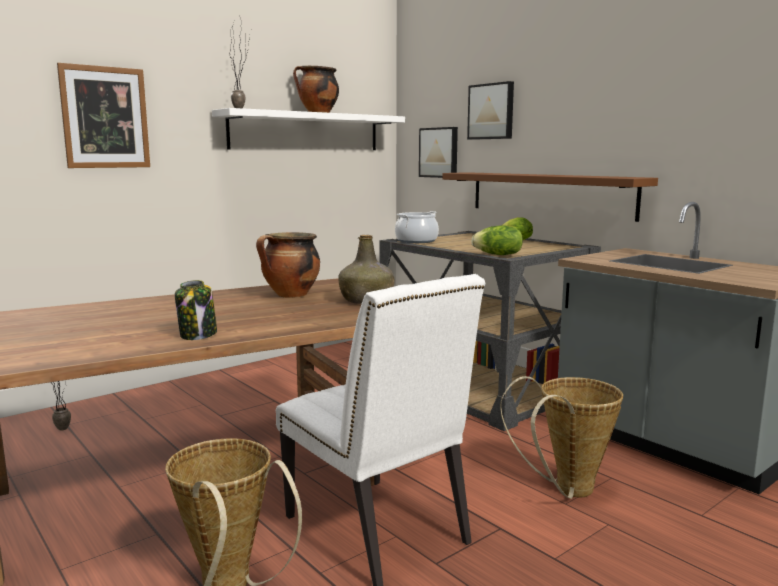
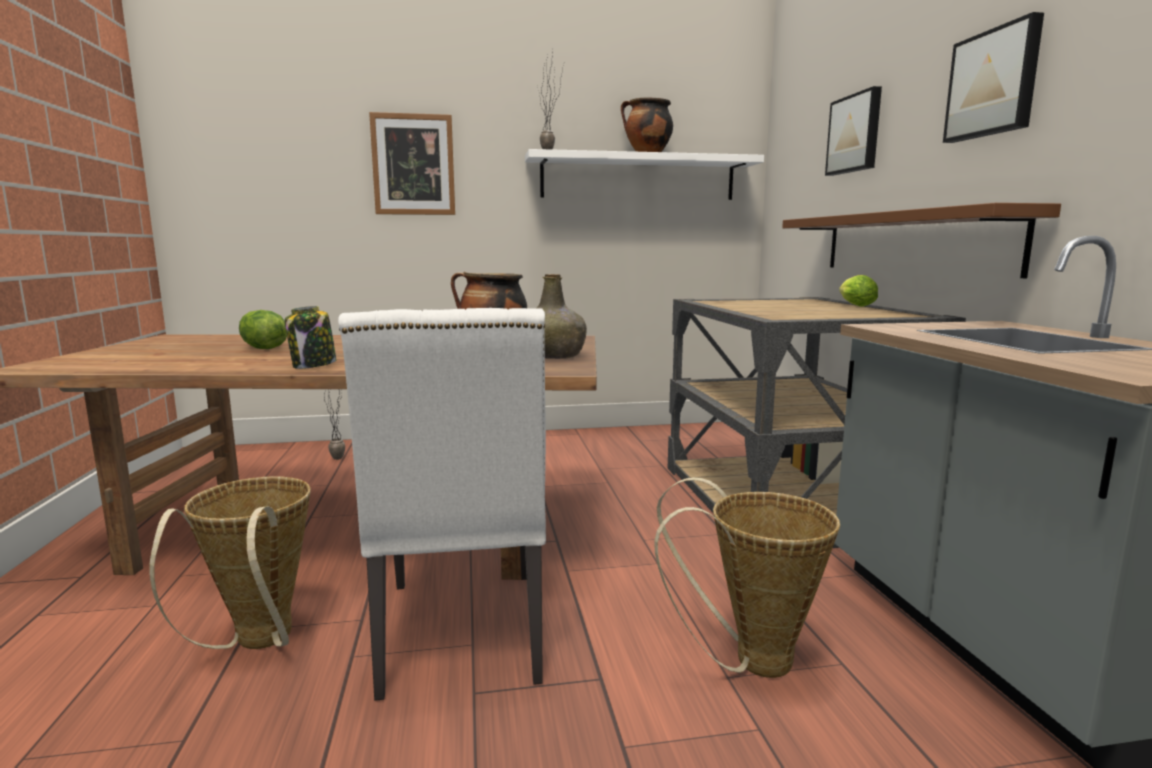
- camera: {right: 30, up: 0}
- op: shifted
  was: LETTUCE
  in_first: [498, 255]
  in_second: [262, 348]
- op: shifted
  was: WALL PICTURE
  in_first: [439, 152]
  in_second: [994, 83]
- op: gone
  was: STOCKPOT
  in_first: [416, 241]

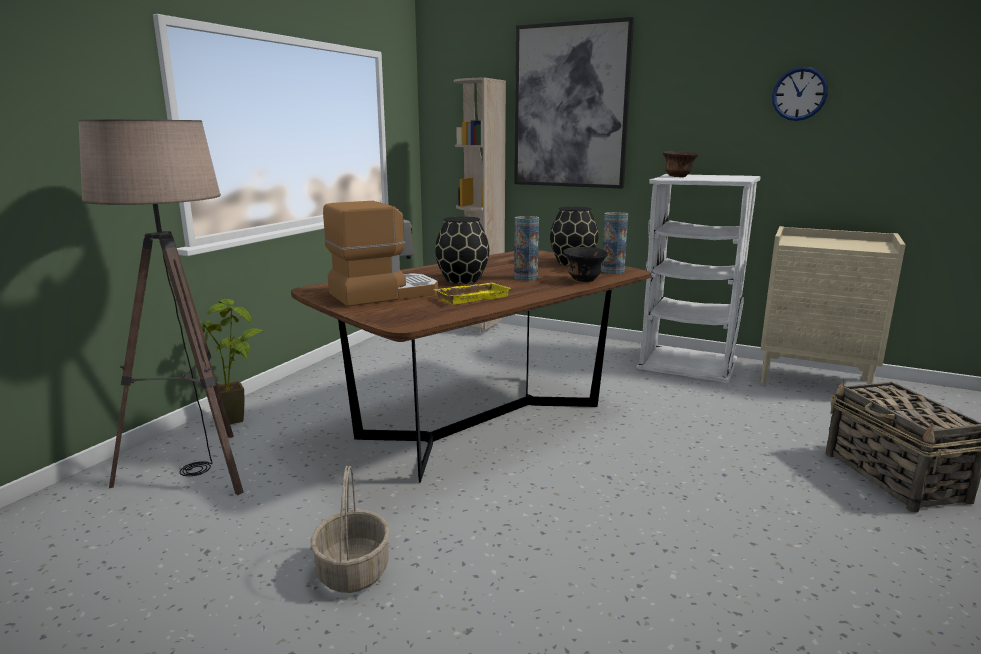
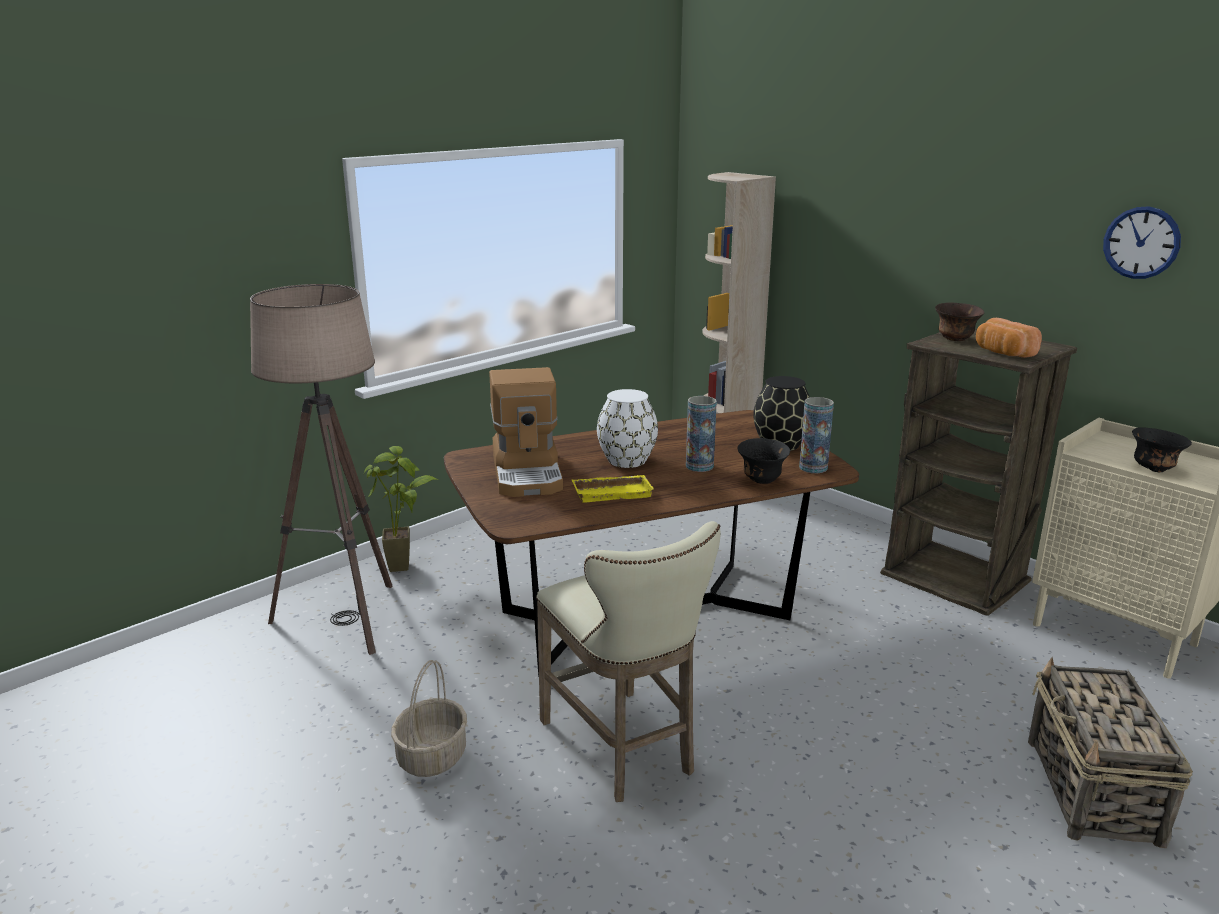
- camera: {right: 20, up: 5}
- op: rotated
  was: COFFEE BREWER
  in_first: [383, 293]
  in_second: [528, 473]
  clockwise: 90
- op: new
  now: SAND-COLOURED STOOL
  in_second: [622, 750]
- op: repainted
  was: BLACK FLOWER VASE
  now: WHITE-COLOURED FLOWER VASE
  in_first: [461, 280]
  in_second: [626, 460]
- op: repainted
  was: WHITE-COLOURED BOOKSHELF
  now: BROWNISH BOOKSHELF
  in_first: [688, 364]
  in_second: [956, 577]
- op: new
  now: BREAD
  in_second: [1002, 353]
- op: new
  now: BLACK BOWL
  in_second: [1153, 469]
- op: gone
  was: WALL PICTURE
  in_first: [571, 106]

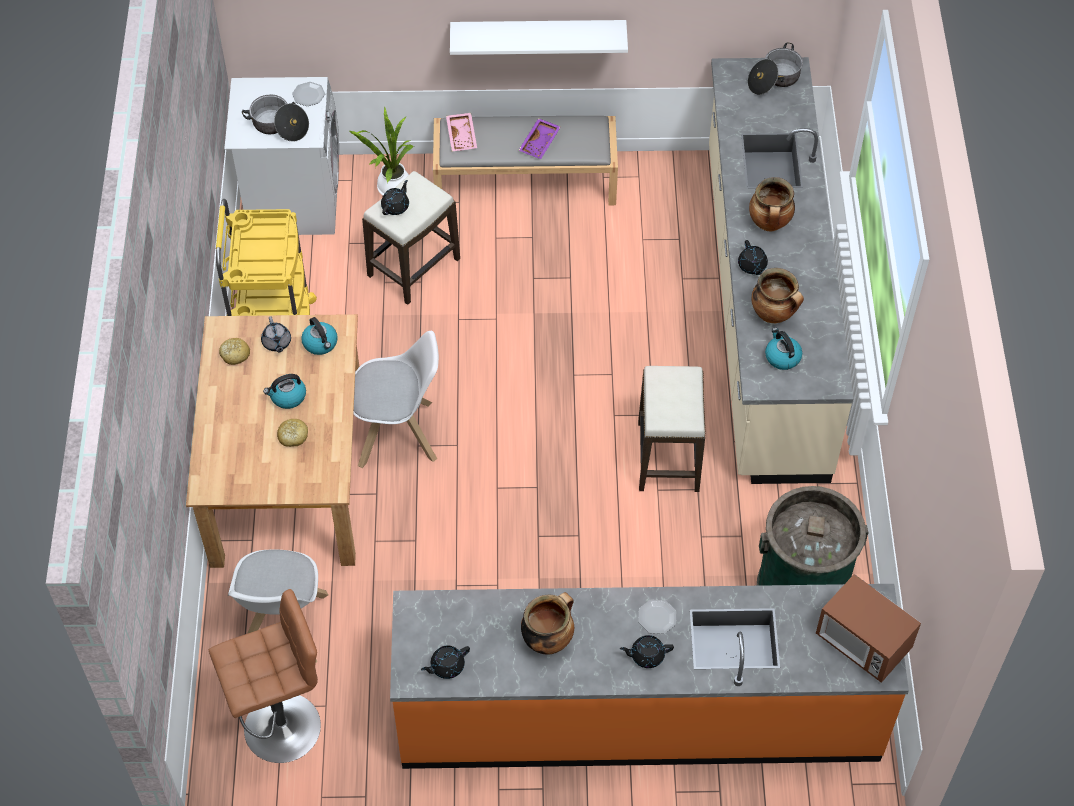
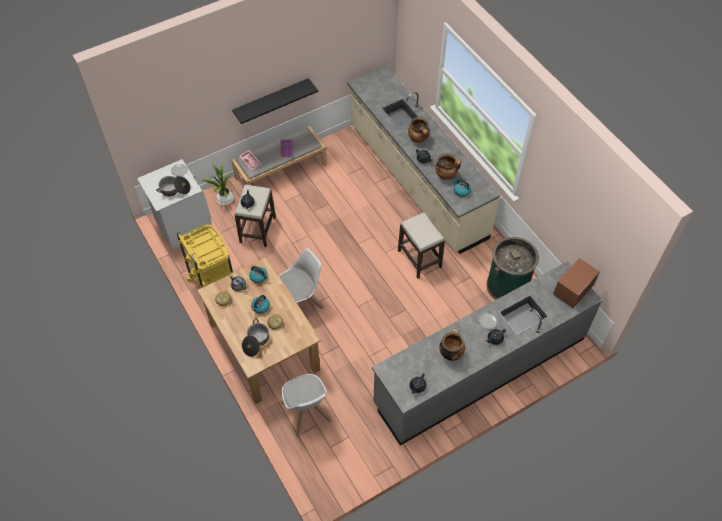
- camera: {right: -30, up: 0}
- op: repainted
  was: WHITE-COLOURED SHELF
  now: BLACK SHELF
  in_first: [538, 34]
  in_second: [271, 100]
- op: shifted
  was: STOCKPOT
  in_first: [774, 79]
  in_second: [256, 342]
- op: repainted
  was: ORANGE KITCHEN BASE UNIT
  now: GREY KITCHEN BASE UNIT
  in_first: [639, 714]
  in_second: [480, 370]
- op: rotated
  was: MICROWAVE OVEN
  in_first: [862, 643]
  in_second: [572, 290]
  clockwise: 120
- op: gone
  was: BROWNISH STOOL
  in_first: [283, 728]

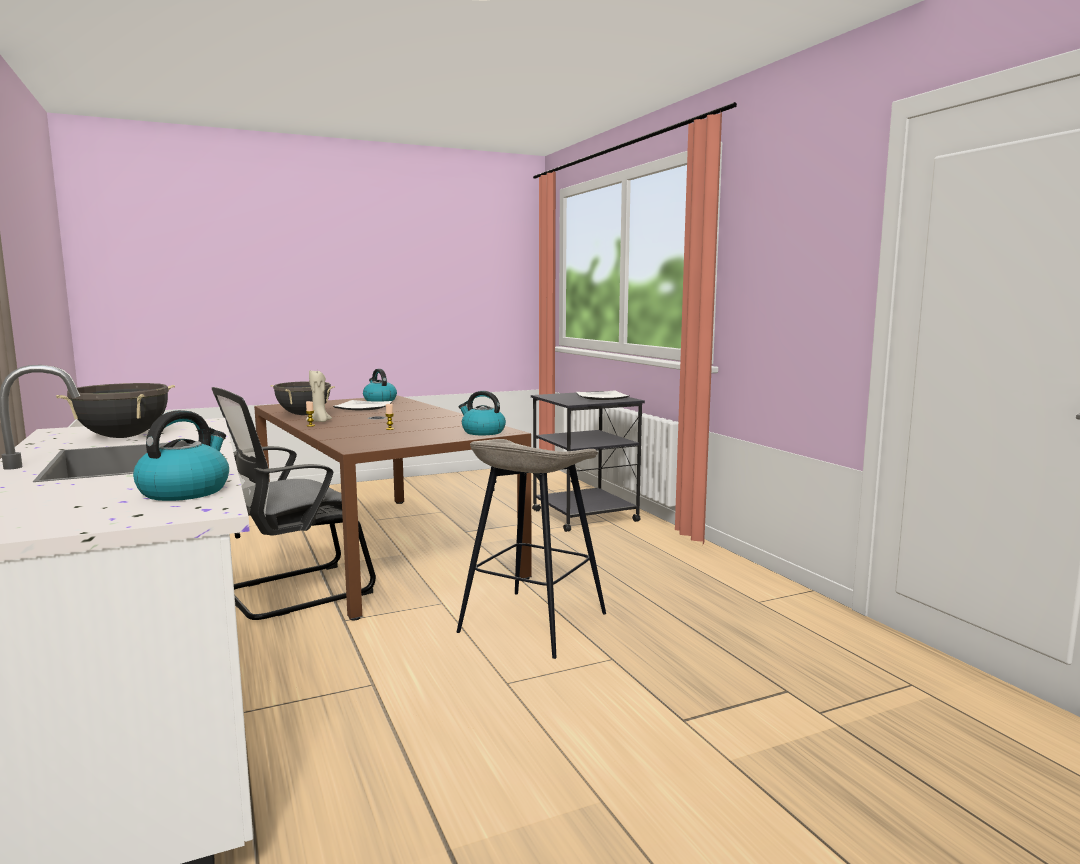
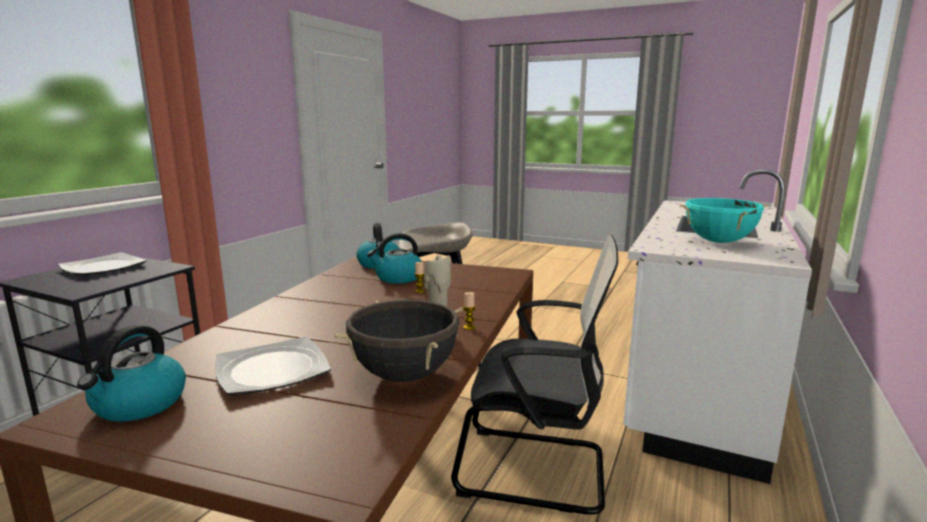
- camera: {right: -130, up: 5}
- op: shifted
  was: WATER KETTLE
  in_first: [185, 491]
  in_second: [398, 278]
- op: repainted
  was: BLACK STOCKPOT
  now: TURQUOISE-COLOURED STOCKPOT
  in_first: [123, 437]
  in_second: [718, 242]

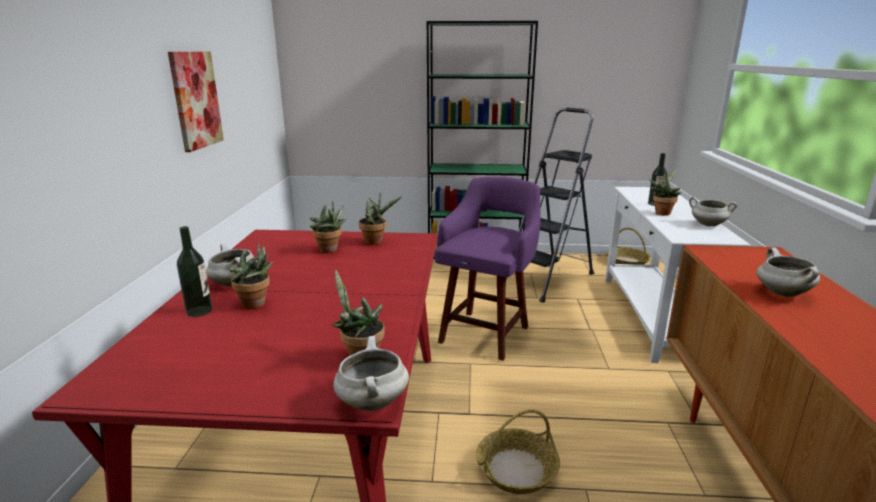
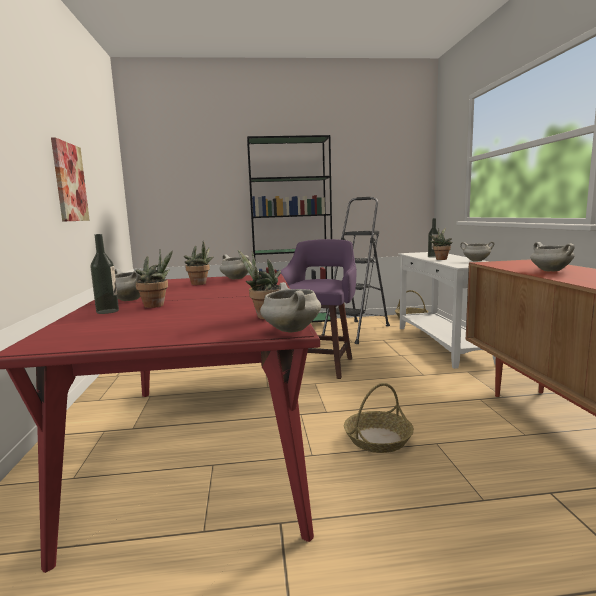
- camera: {right: -10, up: -10}
- op: swapped
  was: PLANT IN A POT
  now: WHITE-COLOURED STOCKPOT
  in_first: [376, 242]
  in_second: [235, 279]

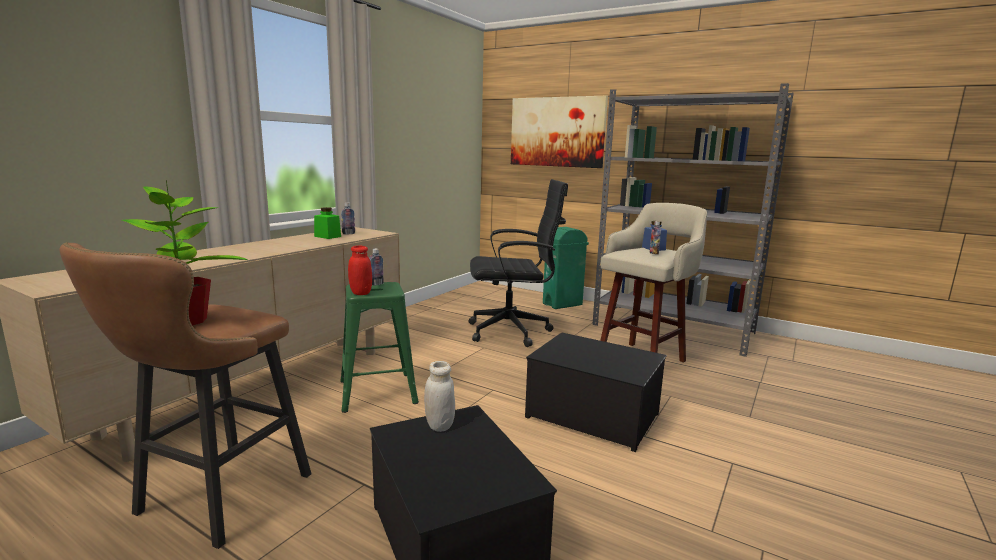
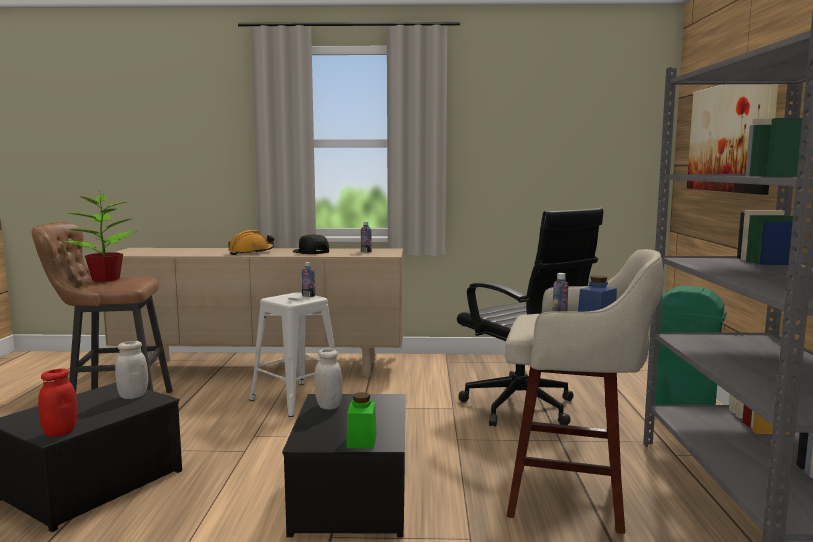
- camera: {right: 60, up: -5}
- op: shifted
  was: RED-COLOURED PRESERVE JAR
  in_first: [360, 293]
  in_second: [60, 432]
- op: new
  now: ORANGE HARD HAT
  in_second: [251, 252]
- op: repainted
  was: GREENISH STOOL
  now: WHITE-COLOURED STOOL
  in_first: [378, 392]
  in_second: [297, 399]
- op: new
  now: BLACK CAP
  in_second: [310, 252]
- op: new
  now: WHITE-COLOURED PRESERVE JAR
  in_second: [328, 406]
- op: shifted
  was: GREENISH PRESERVE JAR
  in_first: [327, 236]
  in_second: [361, 441]

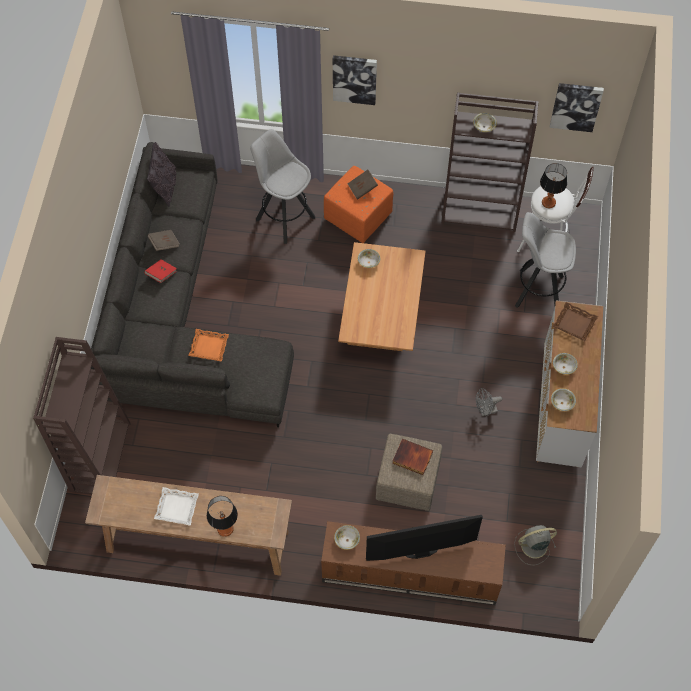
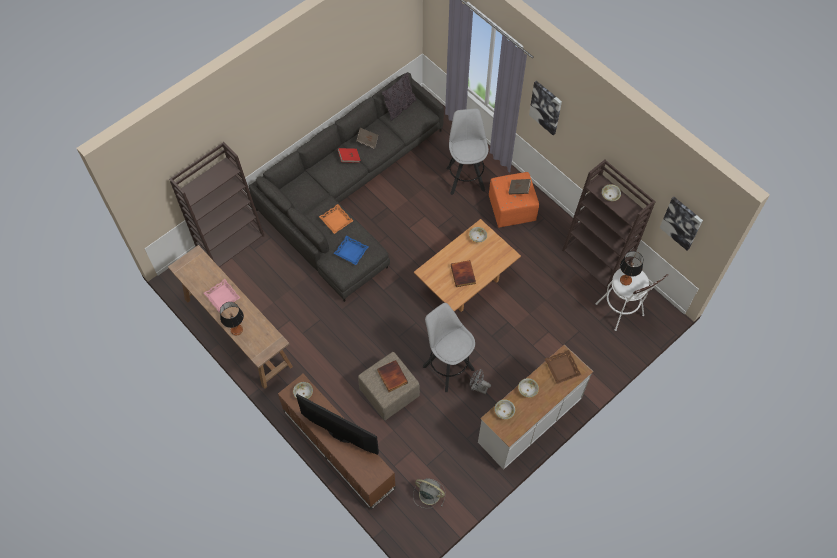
- camera: {right: 40, up: 0}
- op: repainted
  was: WHITE-COLOURED CARRYING TRAY
  now: PINK-COLOURED CARRYING TRAY
  in_first: [176, 508]
  in_second: [222, 297]
- op: new
  now: BLUE-COLOURED CARRYING TRAY
  in_second: [351, 252]
- op: shifted
  was: GREY STOOL
  in_first: [537, 290]
  in_second: [447, 366]
- op: new
  now: BOUND BOOK
  in_second: [463, 274]

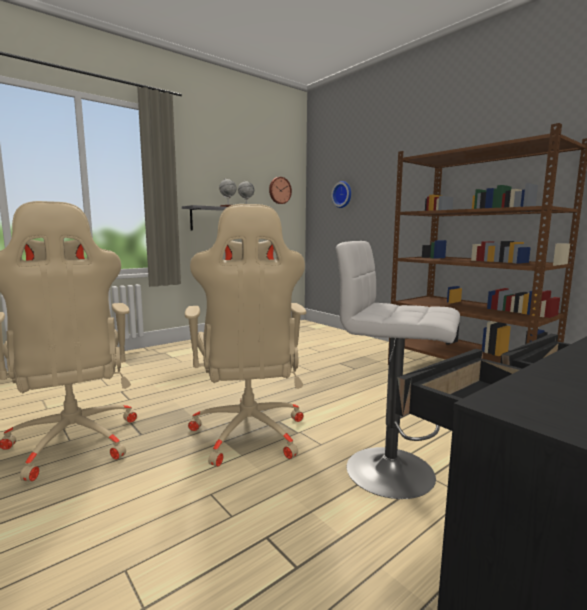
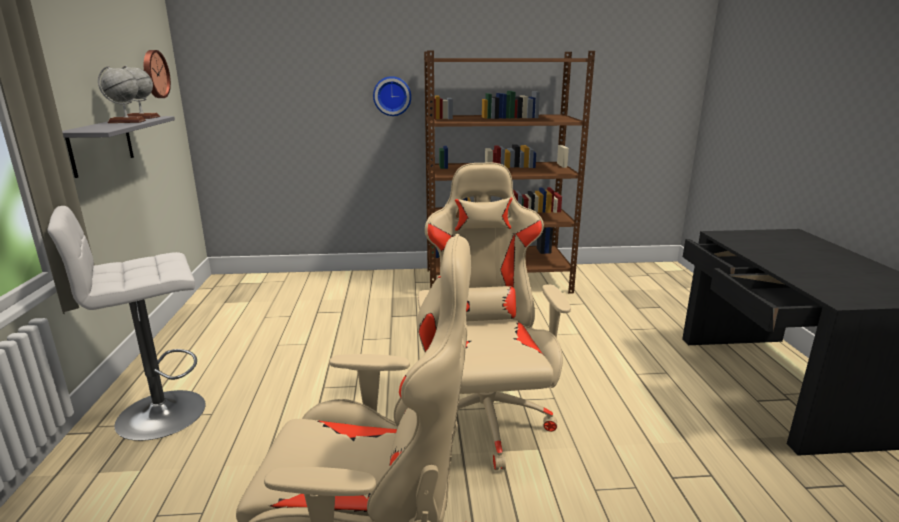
- camera: {right: -55, up: 10}
- op: shifted
  was: WHITE-COLOURED STOOL
  in_first: [389, 470]
  in_second: [160, 414]
- op: shifted
  was: WALL CLOCK
  in_first: [343, 194]
  in_second: [392, 96]
- op: rotated
  was: SAND-COLOURED COMPUTER CHAIR
  in_first: [248, 428]
  in_second: [487, 426]
  clockwise: -120

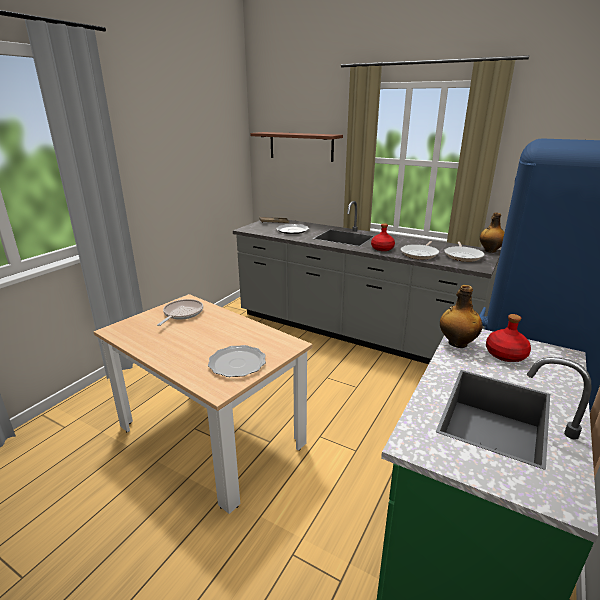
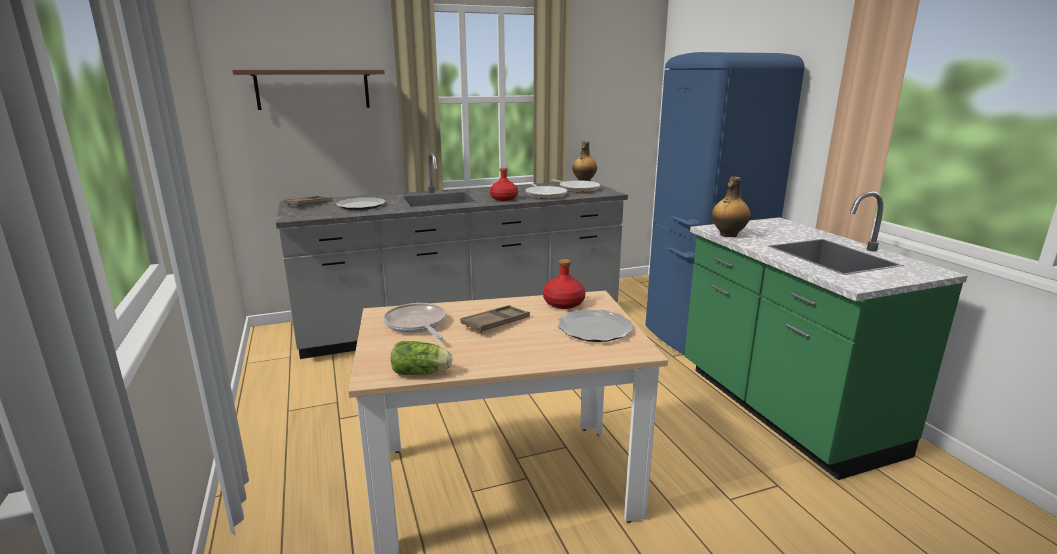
- camera: {right: -50, up: -5}
- op: new
  now: LETTUCE
  in_second: [423, 373]
- op: new
  now: BROWNISH CARRYING TRAY
  in_second: [495, 323]
- op: shifted
  was: RED-COLOURED BEVERAGE BOTTLE
  in_first: [506, 355]
  in_second: [564, 303]

